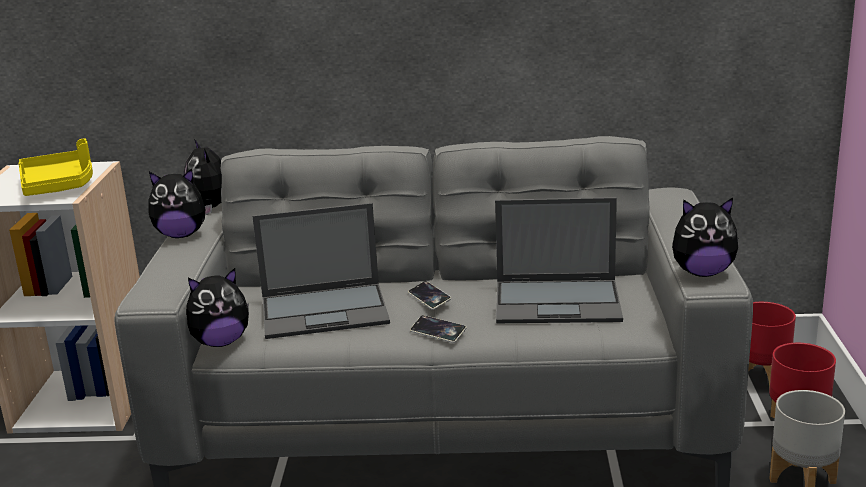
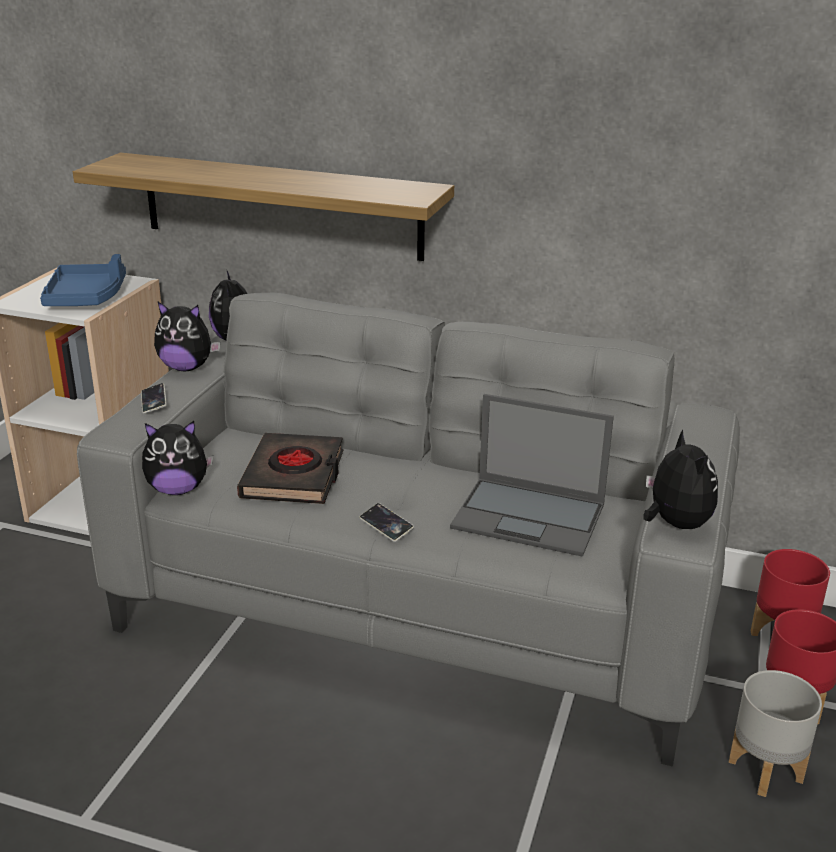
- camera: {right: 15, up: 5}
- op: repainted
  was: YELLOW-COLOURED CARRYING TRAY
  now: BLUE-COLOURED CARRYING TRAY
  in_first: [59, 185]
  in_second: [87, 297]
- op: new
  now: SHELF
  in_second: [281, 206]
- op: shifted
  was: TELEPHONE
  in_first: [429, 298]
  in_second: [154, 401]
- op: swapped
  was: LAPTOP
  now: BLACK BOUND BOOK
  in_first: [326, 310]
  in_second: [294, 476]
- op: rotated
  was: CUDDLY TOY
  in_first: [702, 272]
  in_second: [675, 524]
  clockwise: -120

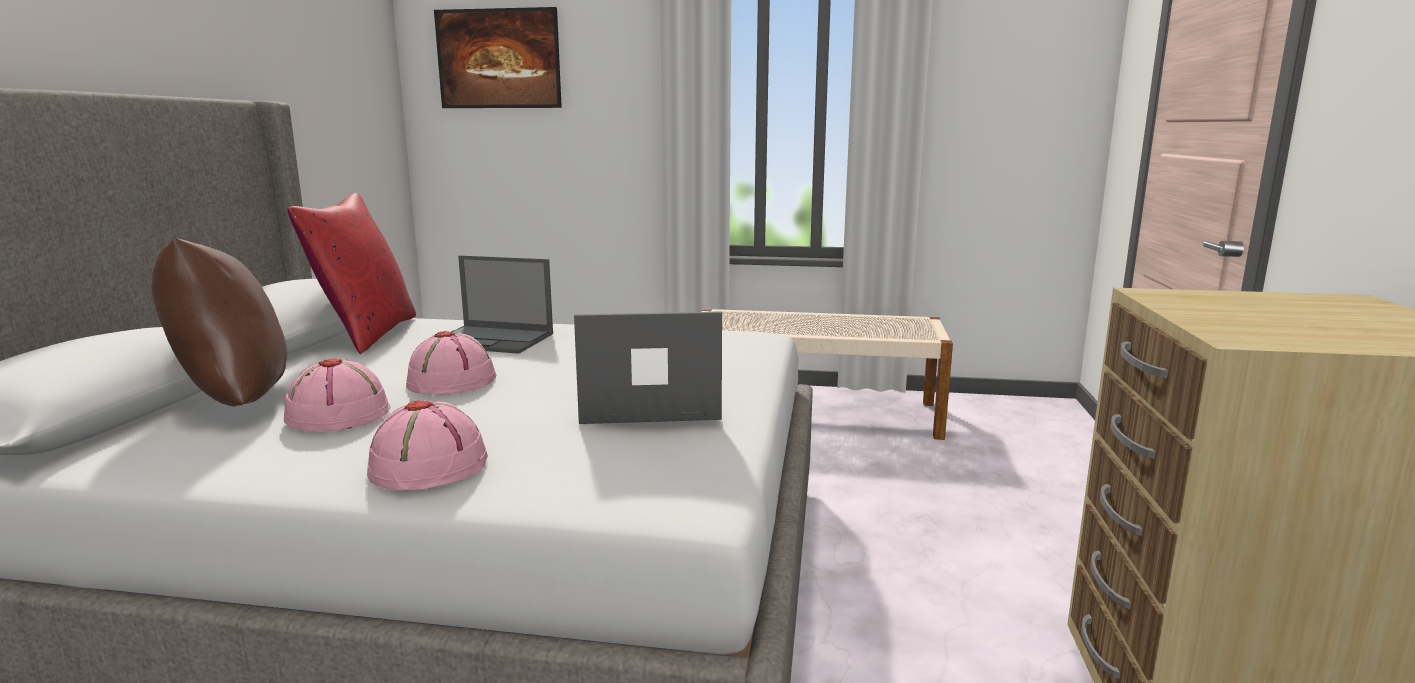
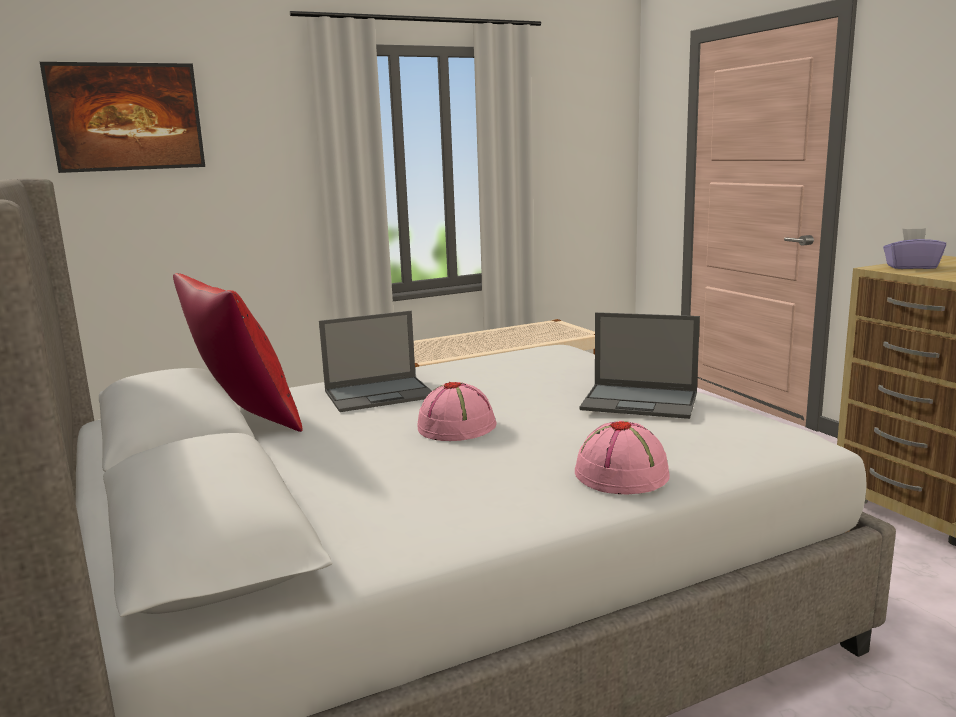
- camera: {right: -35, up: 0}
- op: rotated
  was: LAPTOP
  in_first: [647, 404]
  in_second: [641, 401]
  clockwise: -120
- op: new
  now: PURPLISH BOX OF TISSUES
  in_second: [911, 267]
- op: gone
  was: BROWNISH CUSHION
  in_first: [231, 403]
- op: gone
  was: PINK-COLOURED CLOTHING HAT
  in_first: [338, 414]

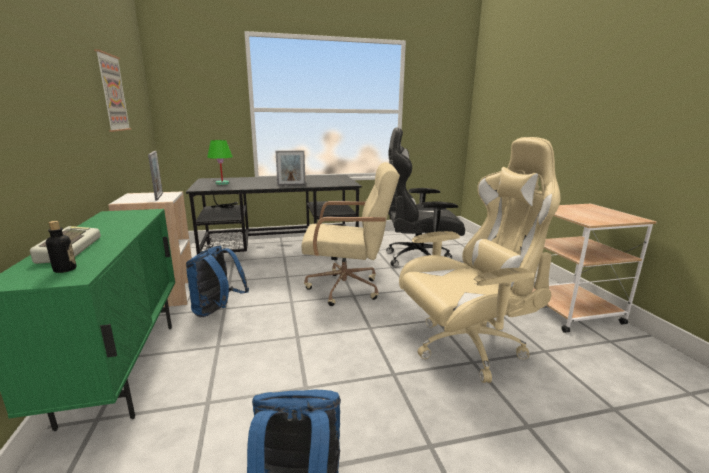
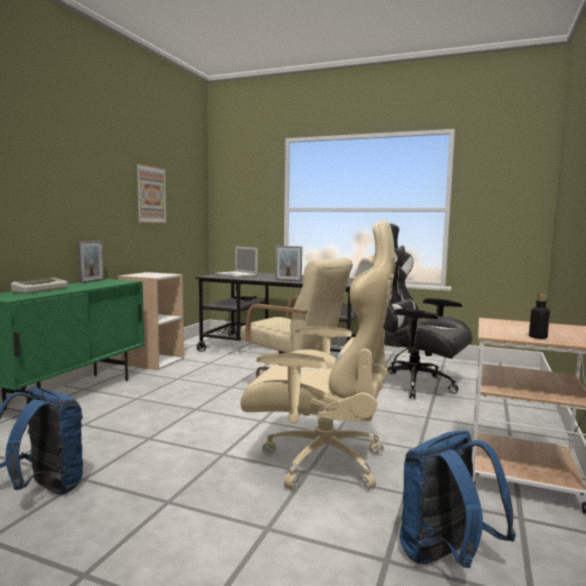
- camera: {right: 35, up: -10}
- op: shifted
  was: STANDING FRAME
  in_first: [159, 196]
  in_second: [92, 281]
- op: swapped
  was: GREENISH LAMP FOR A TABLE
  now: LAPTOP
  in_first: [223, 183]
  in_second: [236, 275]
- op: shifted
  was: BLUE-COLOURED KNAPSACK
  in_first: [217, 311]
  in_second: [445, 558]
- op: shifted
  was: BEVERAGE BOTTLE
  in_first: [65, 269]
  in_second: [538, 337]

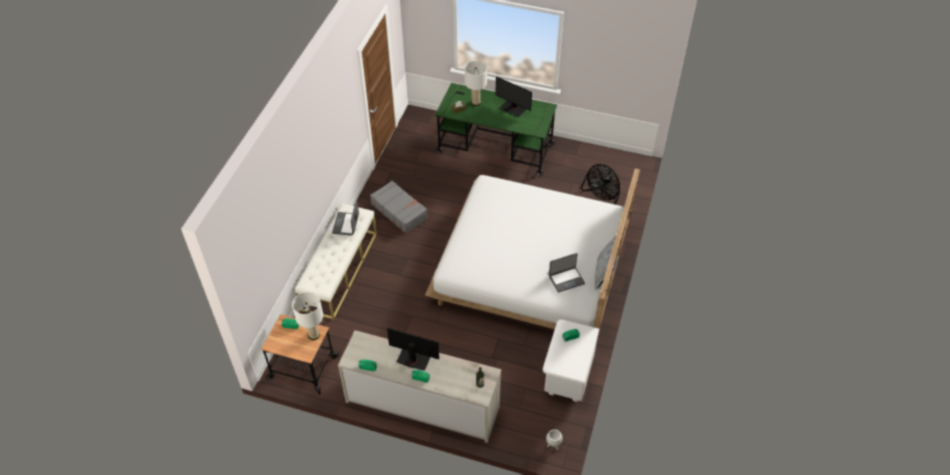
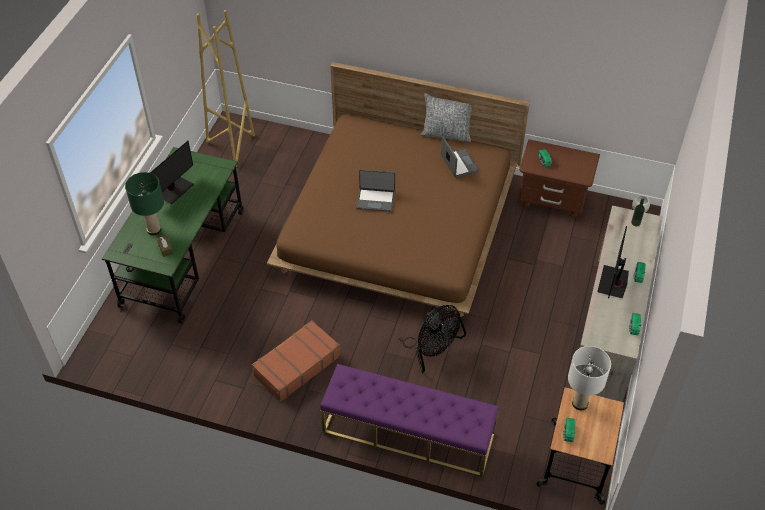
- camera: {right: -90, up: 0}
- op: repainted
  was: WHITE-COLOURED LAMP FOR A TABLE
  now: GREENISH LAMP FOR A TABLE
  in_first: [475, 103]
  in_second: [154, 230]
- op: new
  now: YELLOW-COLOURED GARMENT RACK
  in_second: [232, 148]
- op: repainted
  was: GREY SUITCASE
  now: BROWNISH SUITCASE
  in_first: [399, 211]
  in_second: [296, 366]
- op: repainted
  was: WHITE-COLOURED BEDROOM BED
  now: BROWNISH BEDROOM BED
  in_first: [530, 266]
  in_second: [397, 226]
- op: repainted
  was: WHITE-COLOURED BENCH
  now: PURPLISH BENCH
  in_first: [339, 270]
  in_second: [408, 433]
- op: shifted
  was: LAPTOP
  in_first: [346, 224]
  in_second: [376, 200]
- op: shifted
  was: BLACK ELECTRIC FAN
  in_first: [602, 196]
  in_second: [431, 349]
- op: repainted
  was: WHITE-COLOURED BEDSIDE TABLE
  now: BROWNISH BEDSIDE TABLE
  in_first: [566, 377]
  in_second: [552, 202]

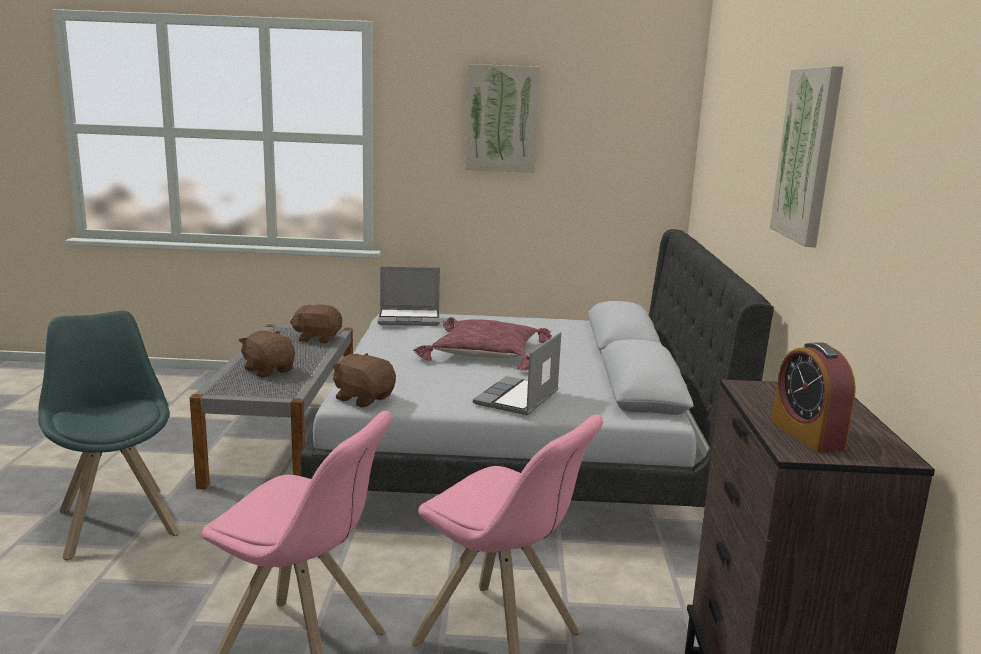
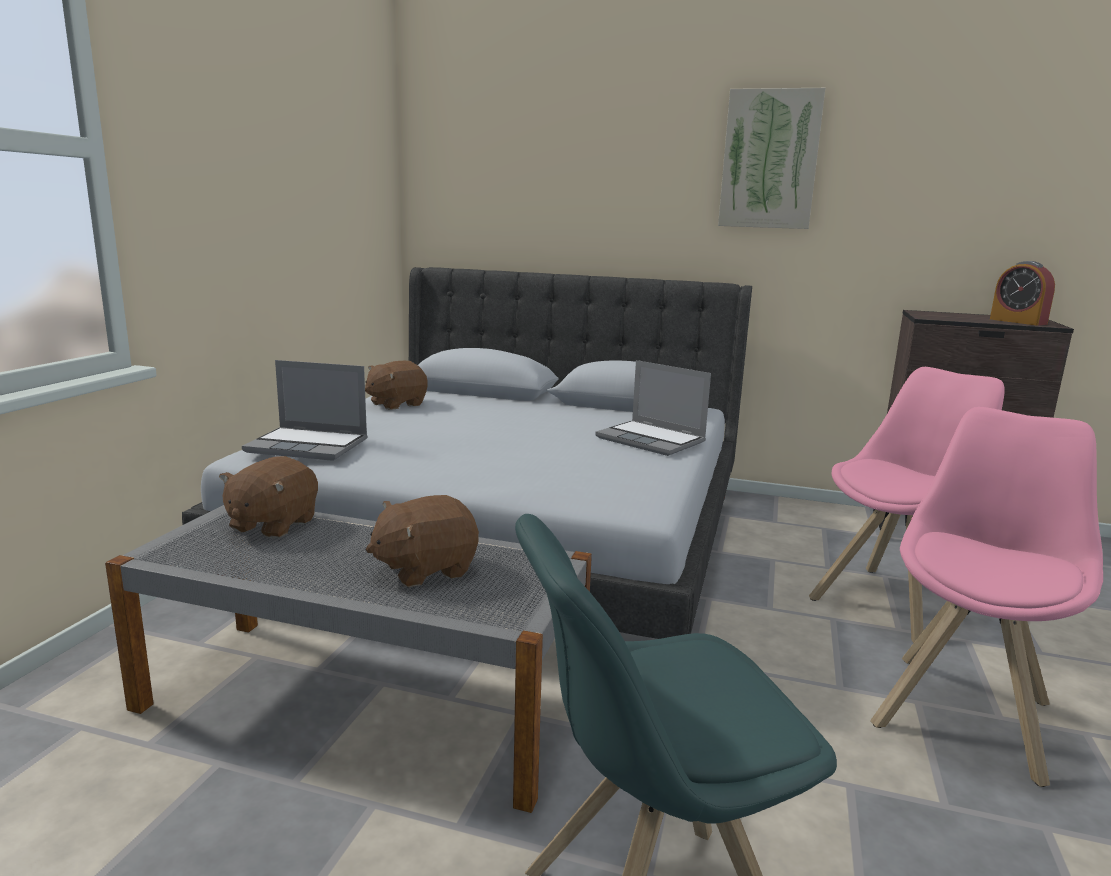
- camera: {right: -75, up: 0}
- op: rotated
  was: LAPTOP
  in_first: [410, 319]
  in_second: [309, 446]
  clockwise: 90
- op: shifted
  was: BROWNISH CUDDLY TOY
  in_first: [364, 398]
  in_second: [396, 404]
- op: rotated
  was: ALARM CLOCK
  in_first: [807, 435]
  in_second: [1018, 321]
  clockwise: 60
- op: gone
  was: RED-COLOURED CUSHION
  in_first: [486, 350]
- op: gone
  was: WALL PICTURE
  in_first: [502, 119]

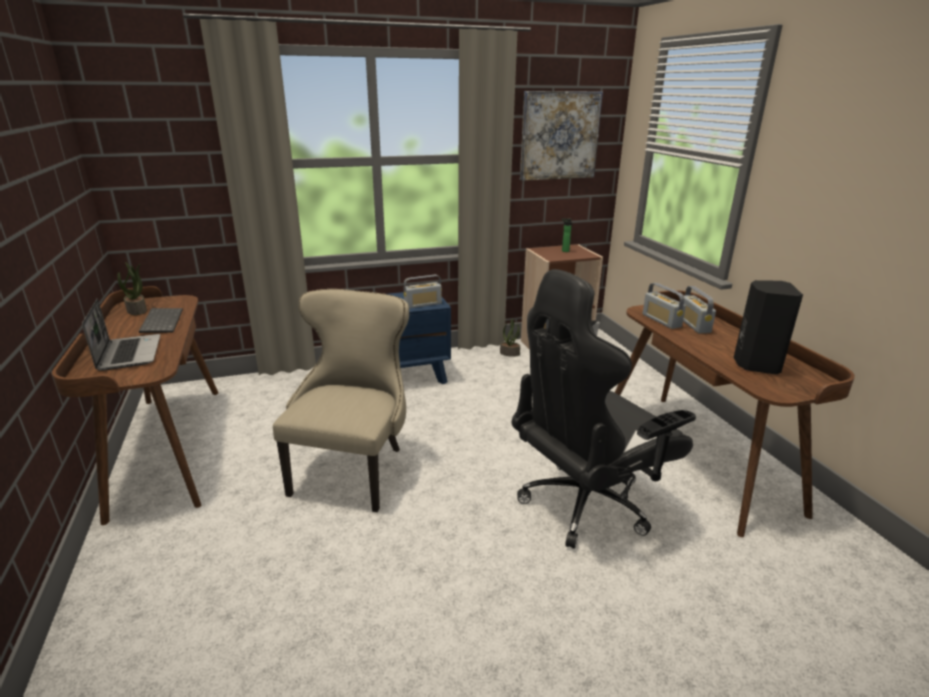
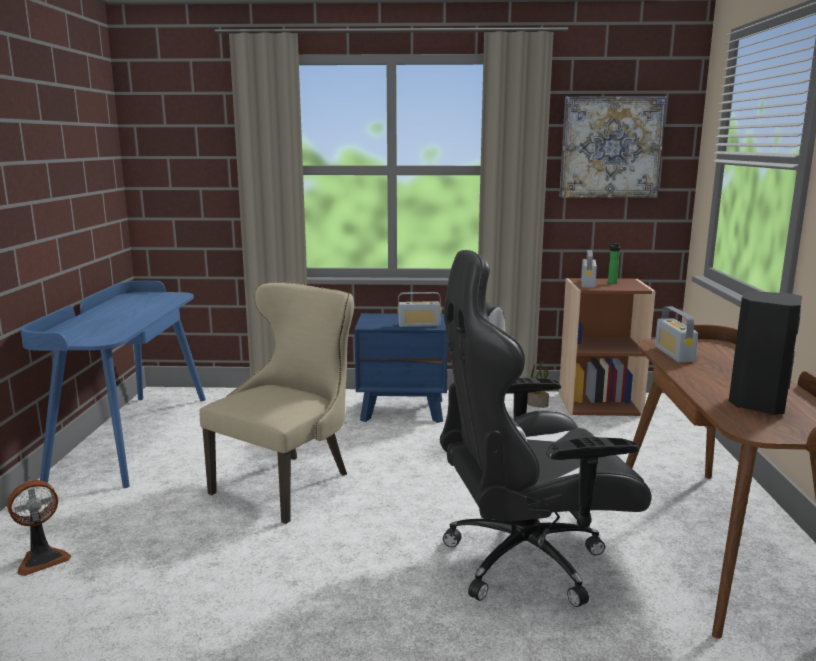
- camera: {right: 20, up: -10}
- op: new
  now: ELECTRIC FAN
  in_second: [42, 559]
- op: repainted
  was: BROWNISH DESK UNIT
  now: BLUE-COLOURED DESK UNIT
  in_first: [167, 447]
  in_second: [132, 436]
- op: shifted
  was: RADIO
  in_first: [694, 325]
  in_second: [587, 284]
- op: gone
  was: LAPTOP
  in_first: [129, 353]
- op: gone
  was: PLANT IN A POT
  in_first: [137, 310]
- op: gone
  was: PC KEYBOARD
  in_first: [161, 322]

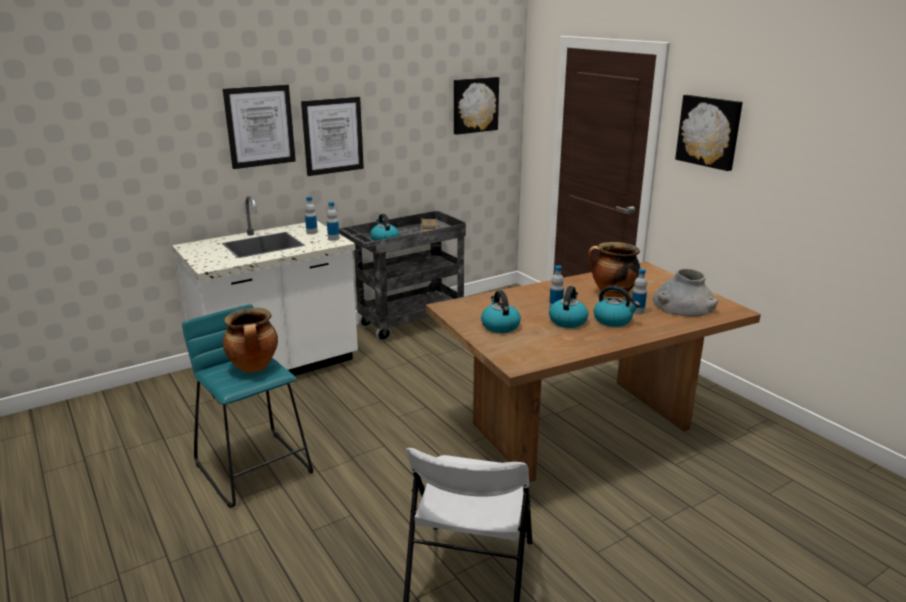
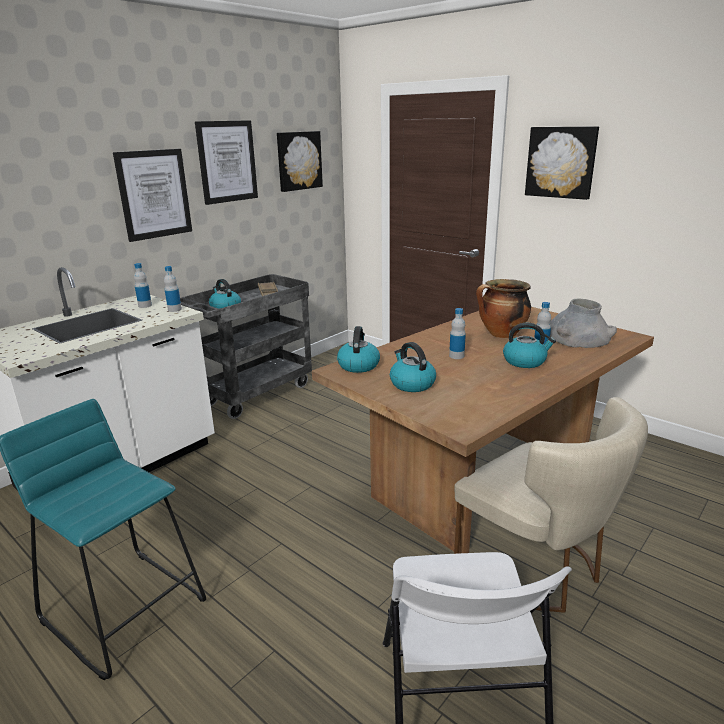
- camera: {right: -15, up: 0}
- op: shifted
  was: WALL PICTURE
  in_first: [260, 126]
  in_second: [227, 161]
- op: shifted
  was: WATER KETTLE
  in_first: [567, 321]
  in_second: [358, 365]
- op: new
  now: SAND-COLOURED UPRIGHT CHAIR
  in_second: [538, 568]
- op: gone
  was: STOCKPOT
  in_first: [254, 367]

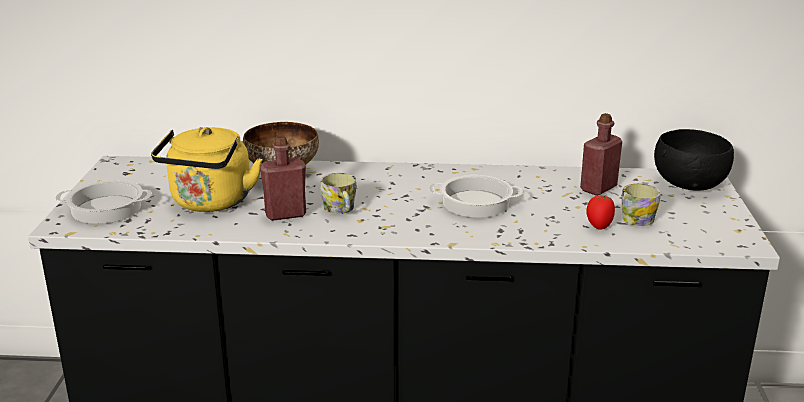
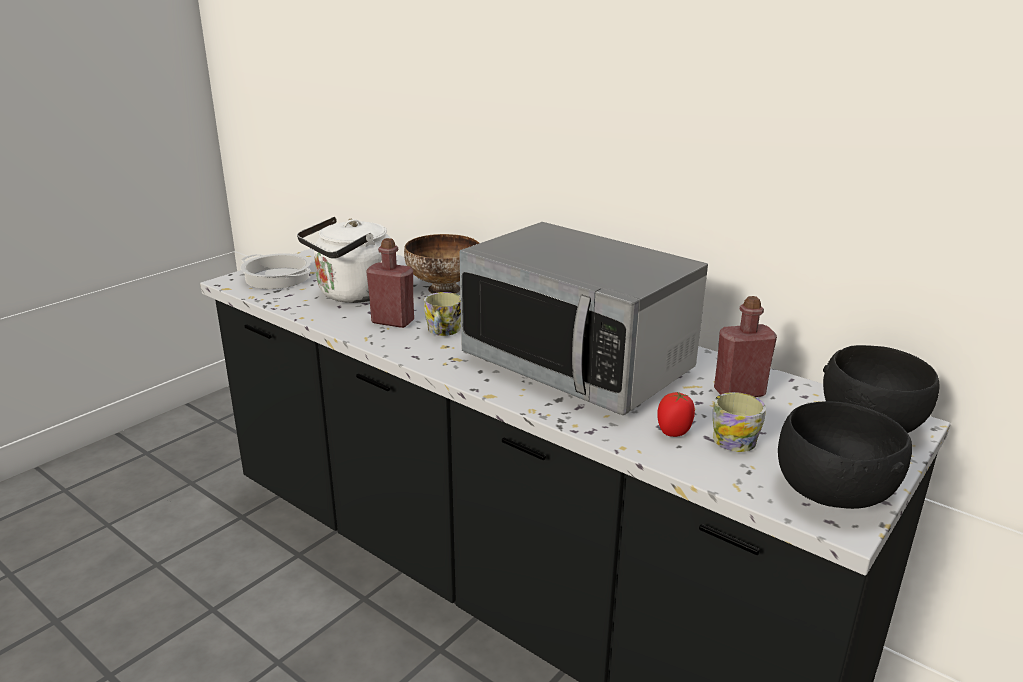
- camera: {right: 35, up: 0}
- op: repainted
  was: YELLOW-COLOURED WATER KETTLE
  now: WHITE-COLOURED WATER KETTLE
  in_first: [210, 203]
  in_second: [353, 295]
- op: swapped
  was: STOCKPOT
  now: MICROWAVE OVEN
  in_first: [476, 203]
  in_second: [577, 365]
- op: new
  now: BLACK BOWL
  in_second: [832, 492]

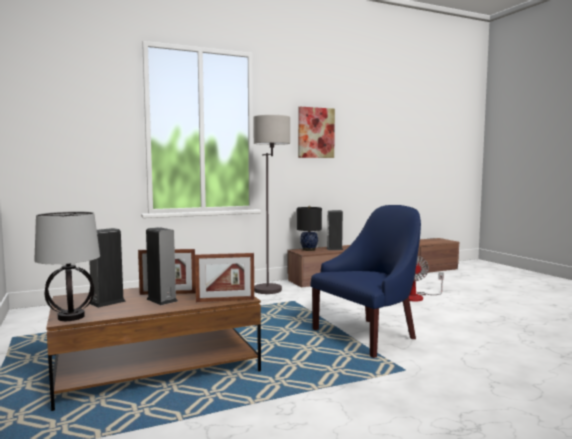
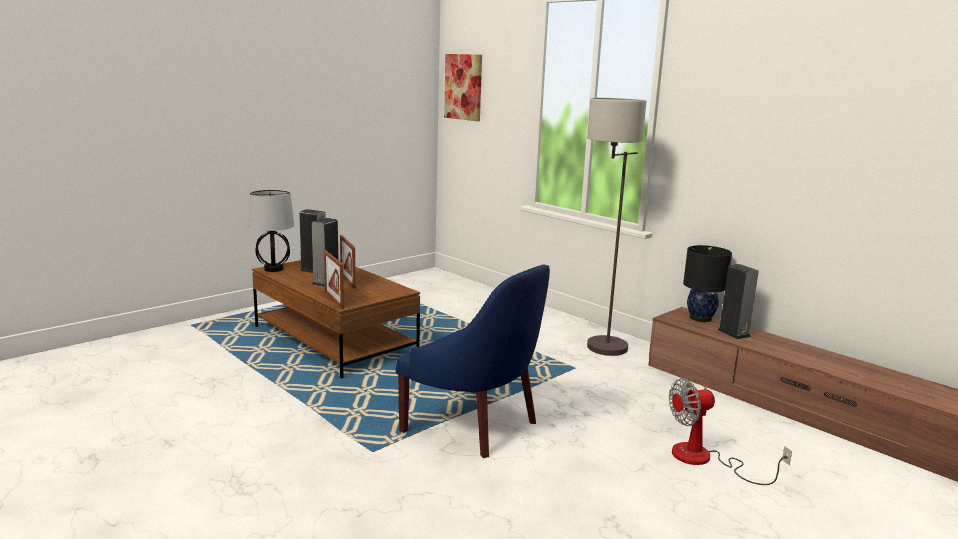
- camera: {right: 70, up: 10}
- op: shifted
  was: WALL PICTURE
  in_first: [316, 133]
  in_second: [463, 87]

